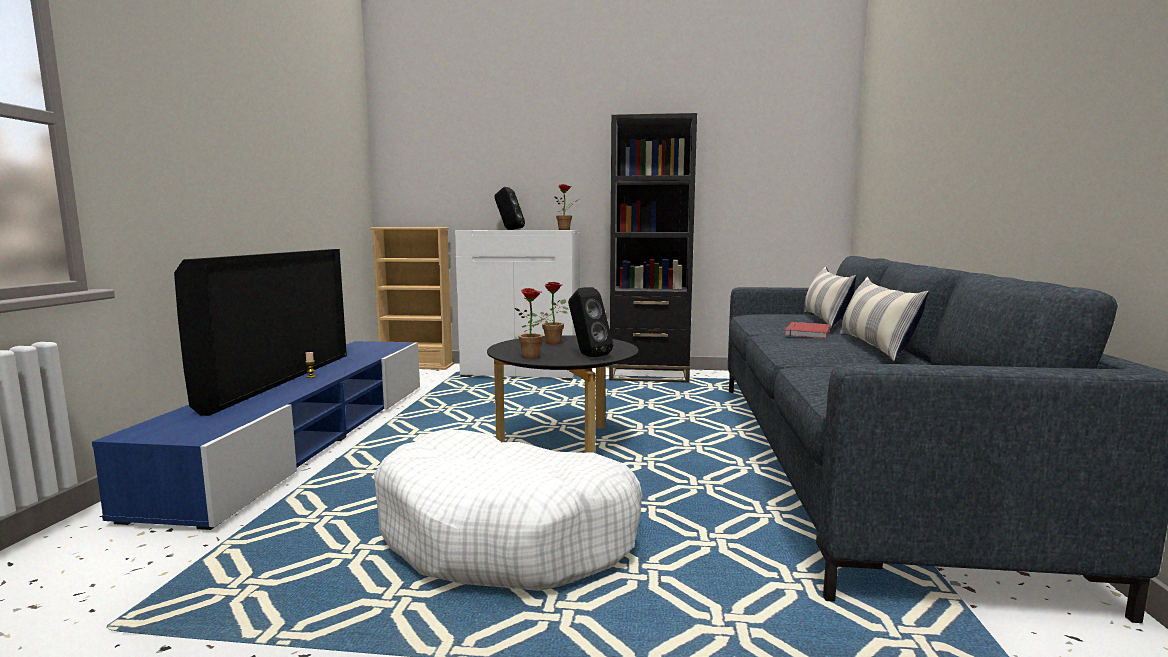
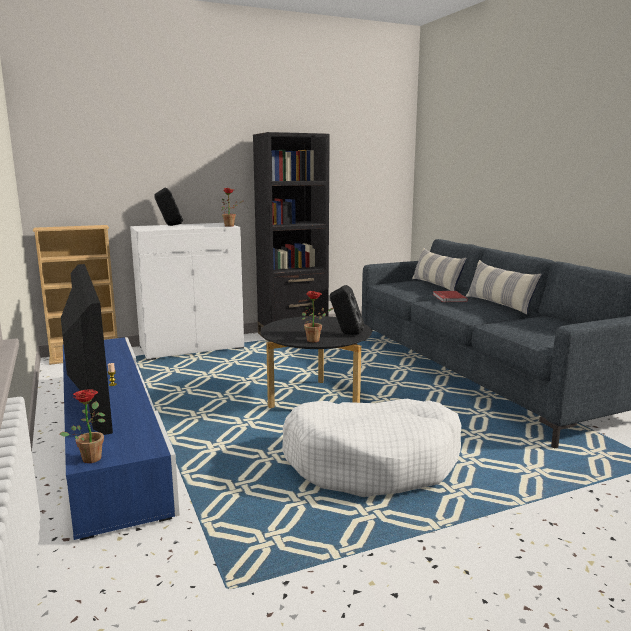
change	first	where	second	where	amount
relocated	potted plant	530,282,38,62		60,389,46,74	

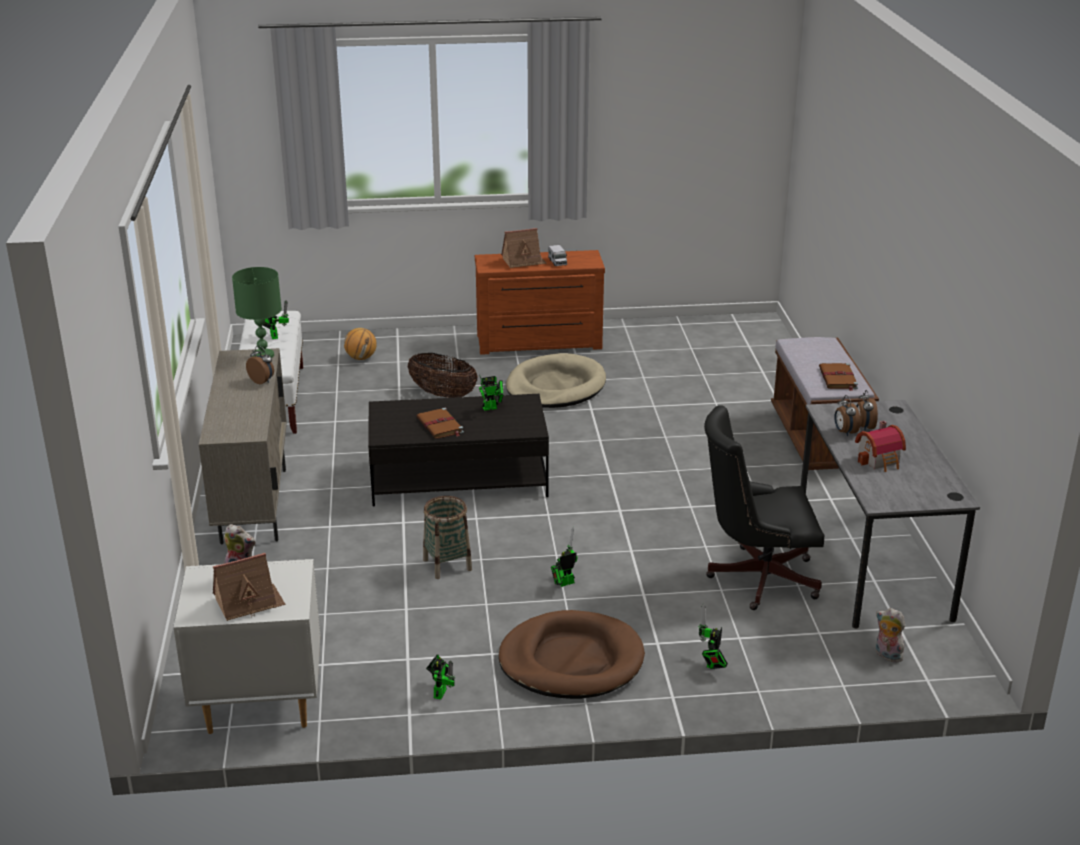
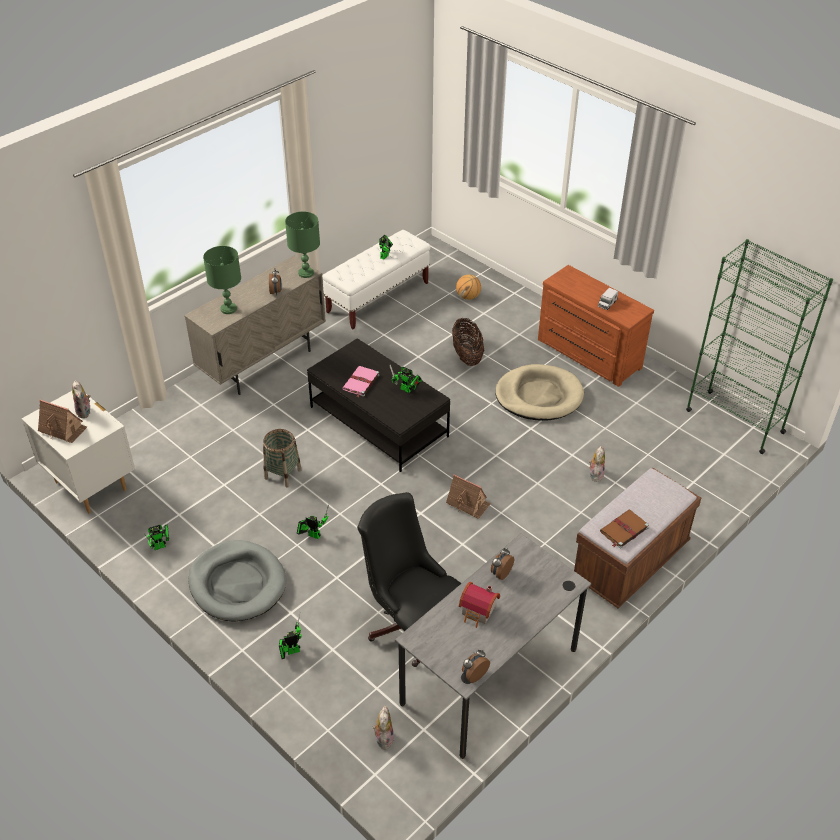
change	first	where	second	where	amount
colour	brown book	416,408,48,31	pink book	342,366,37,31	
colour	brown dog bed	498,610,147,89	grey dog bed	189,540,98,81	
relocated	toy house	501,228,45,40		446,475,45,44	
relocated	alarm clock	856,390,22,40		462,650,28,33	
appeared			green table lamp	203,246,38,68	
appeared			plush toy	589,446,16,36	
appeared			green bookcase	686,239,147,215	

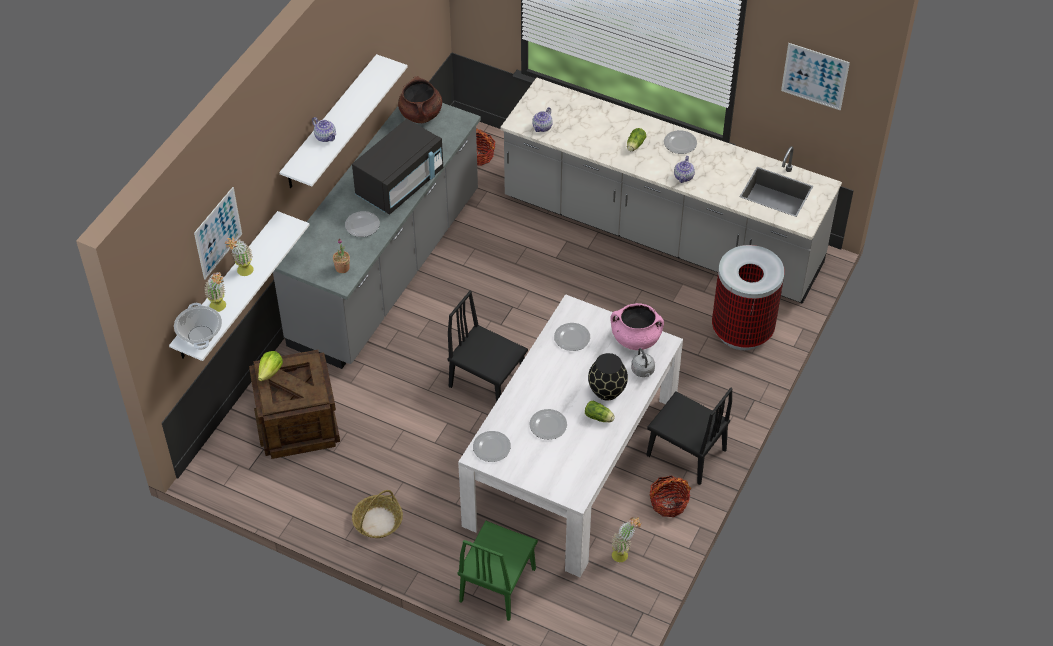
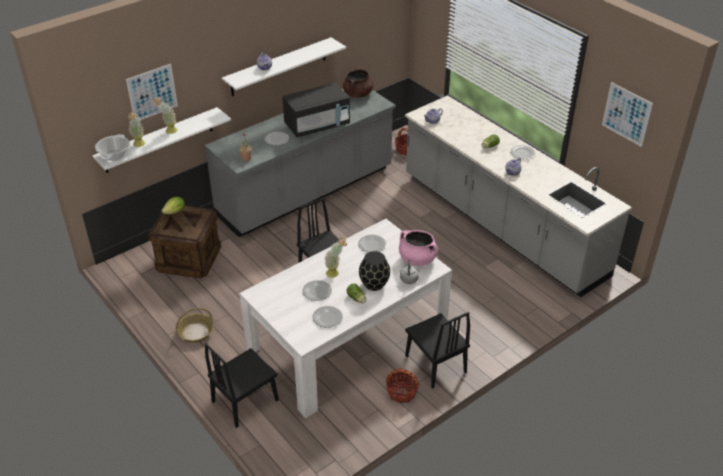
change	first	where	second	where	amount
colour	green chair	457,521,81,100	black chair	205,343,74,85	
relocated	plate	473,431,38,31		312,306,31,22	
relocated	potted plant	611,517,31,45		325,238,22,40	
missing	trash can	712,245,73,105			

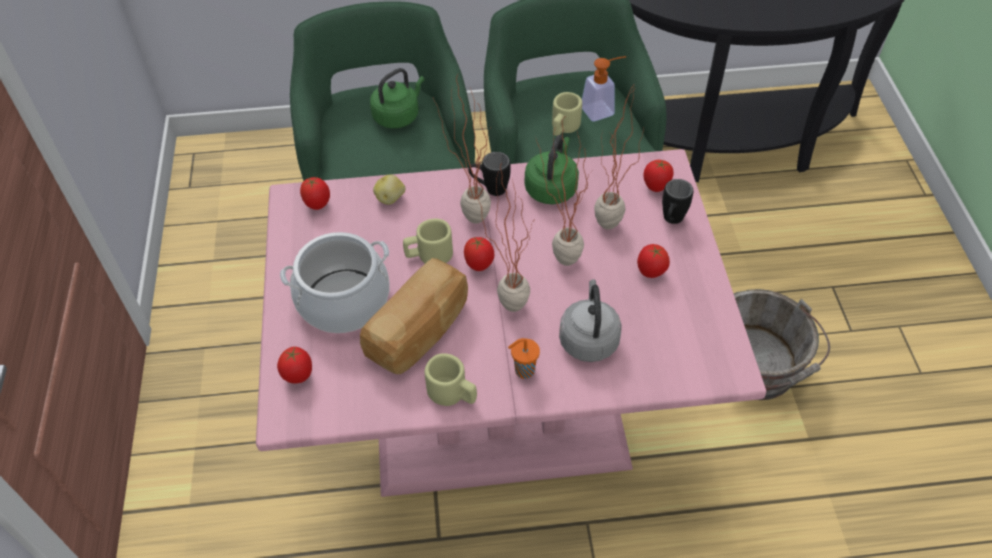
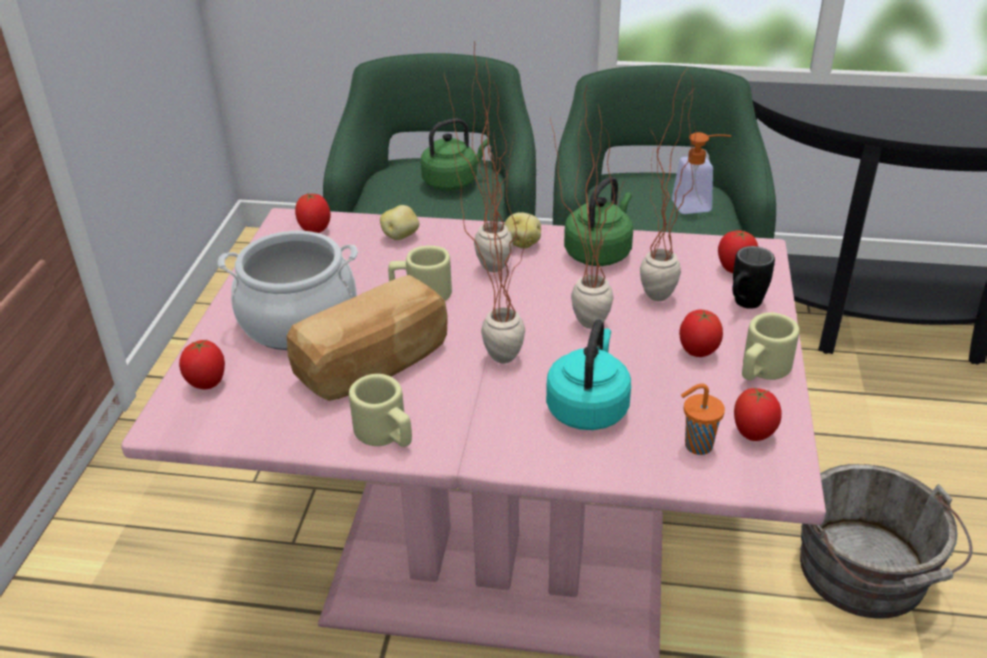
change	first	where	second	where	amount
relocated	tomato	464,237,30,34		734,387,48,54	
exchanged	black mug	468,152,42,44	potato	504,212,37,37	
relocated	orange cup	508,338,32,41		681,384,44,71	
relocated	beige mug	552,92,30,44		742,312,58,68	
colour	grey kettle	559,279,63,83	turquoise kettle	546,320,85,110	

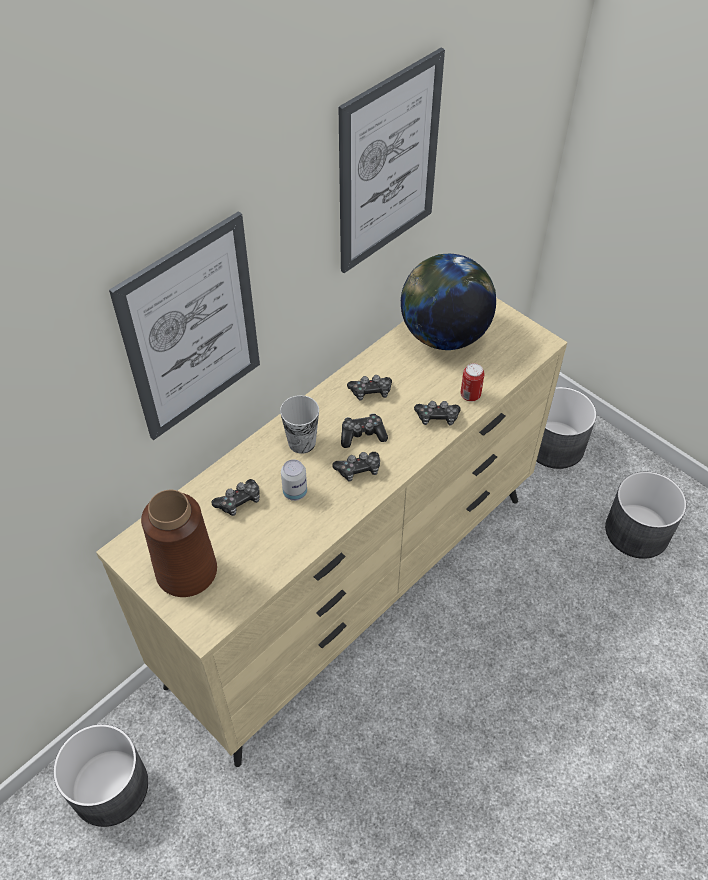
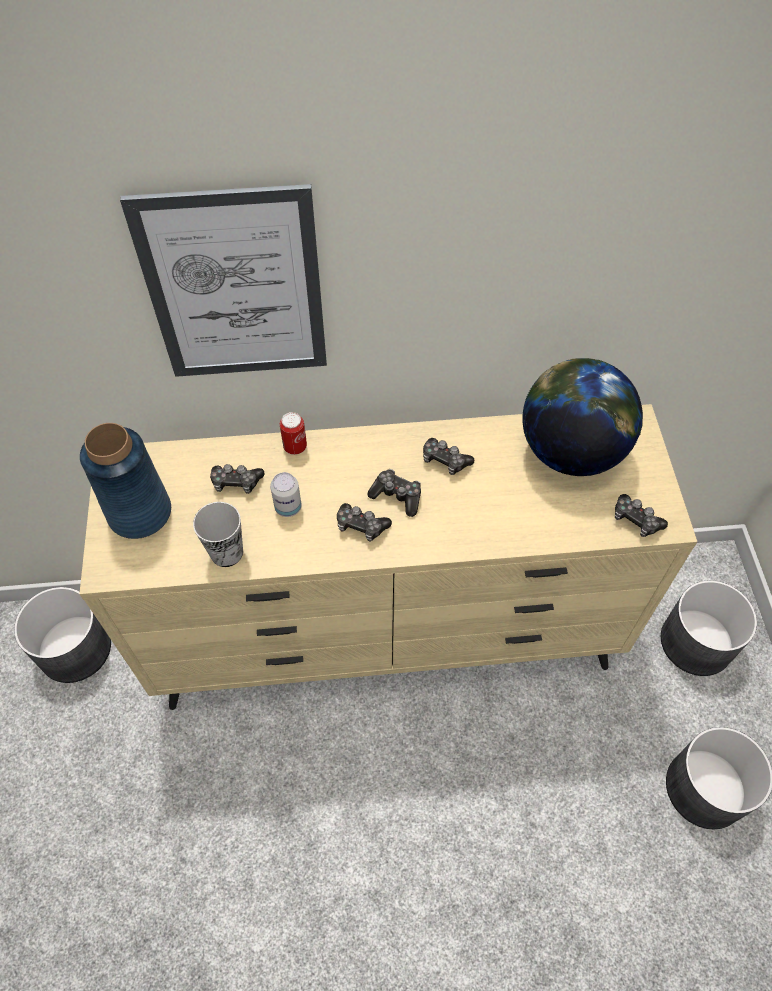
change	first	where	second	where	amount
colour	brown vase	141,490,76,107	blue vase	80,423,91,116	
relocated	cup	280,395,39,59		193,502,50,65	
missing	picture	339,48,106,225			
relocated	game controller	414,401,47,25		615,494,53,43	
relocated	can	460,363,25,39		280,412,27,43	

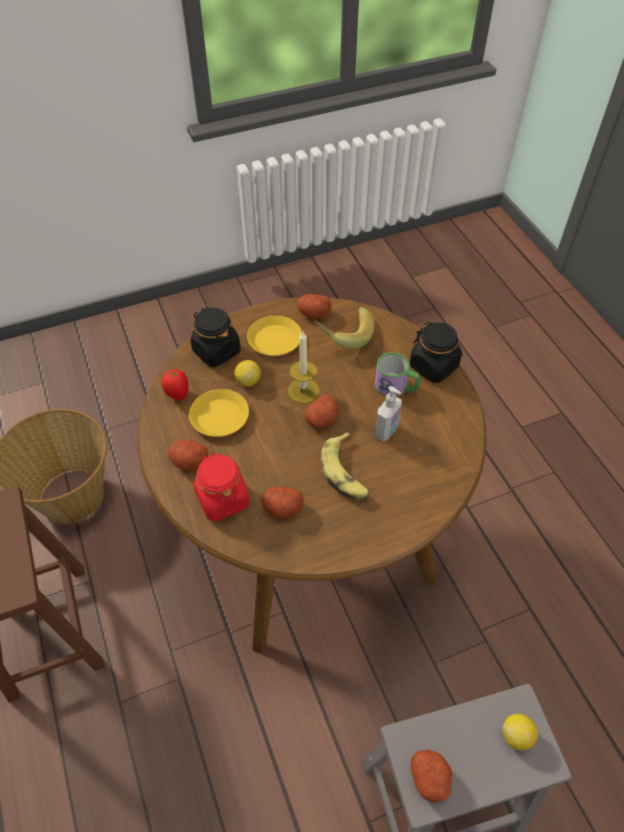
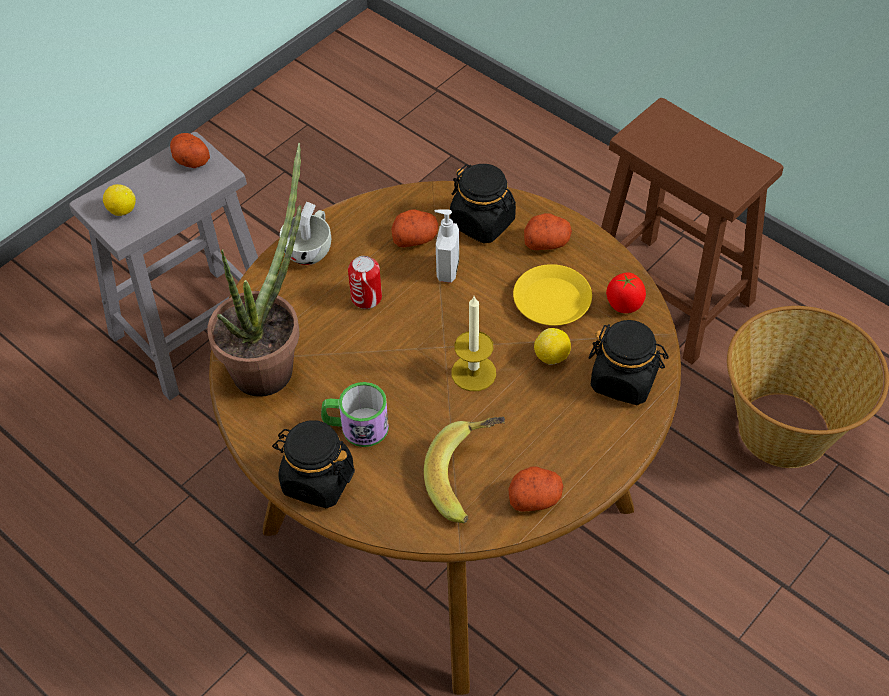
change	first	where	second	where	amount
colour	red jar	193,452,57,69	black jar	450,164,66,79	
missing	yellow plate	247,316,55,40			
missing	potato	305,395,34,33			
exchanged	banana	321,432,49,67	can	348,256,34,53	
relocated	soap dispenser	375,386,27,55		434,209,25,74	
appeared			potted plant	207,143,94,254	
appeared			white cup	280,202,51,63	

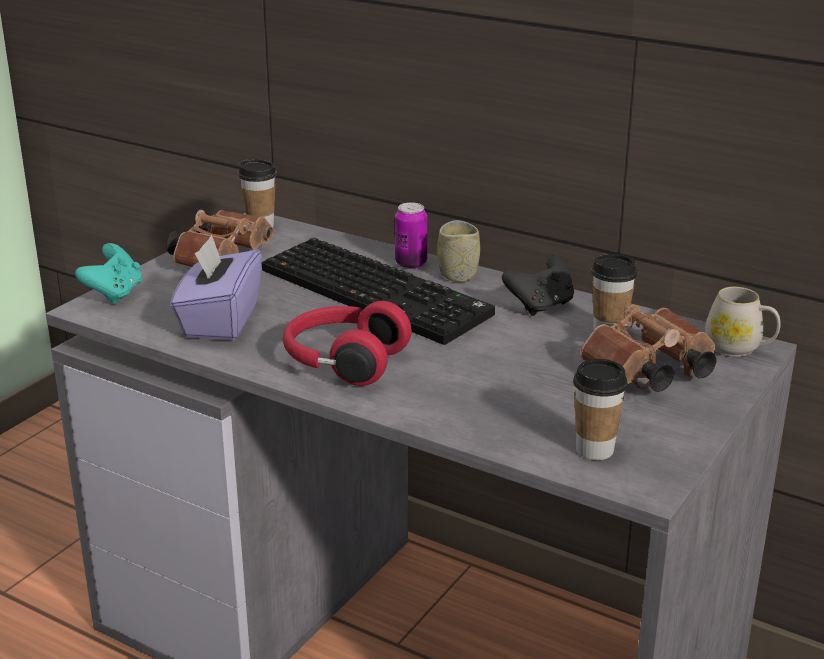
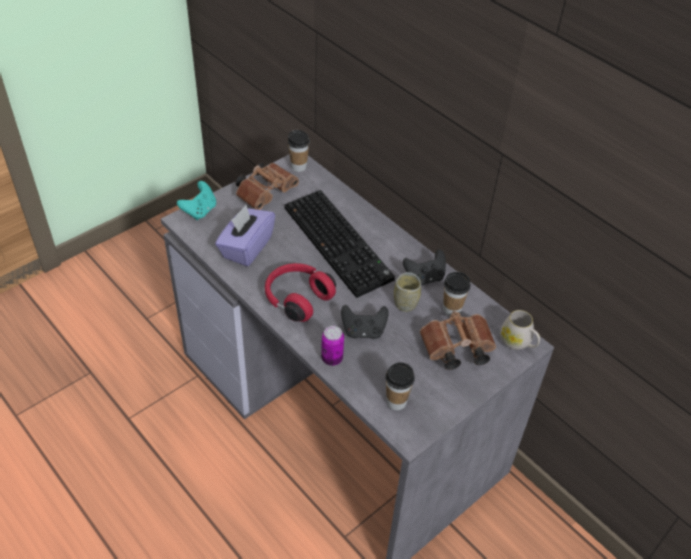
change	first	where	second	where	amount
relocated	can	395,203,32,66		321,326,23,40	
relocated	cup	437,220,43,63		394,272,27,40	
appeared			black game controller	341,305,48,34	

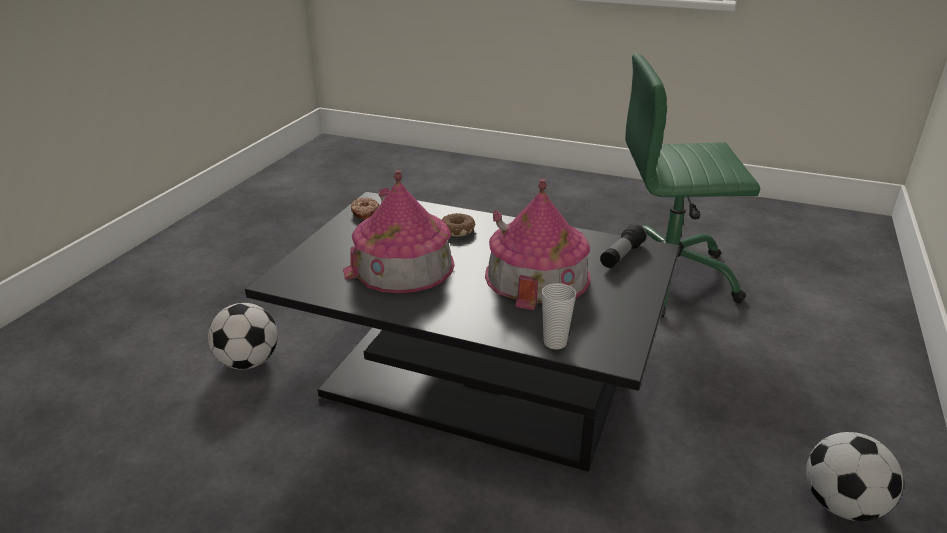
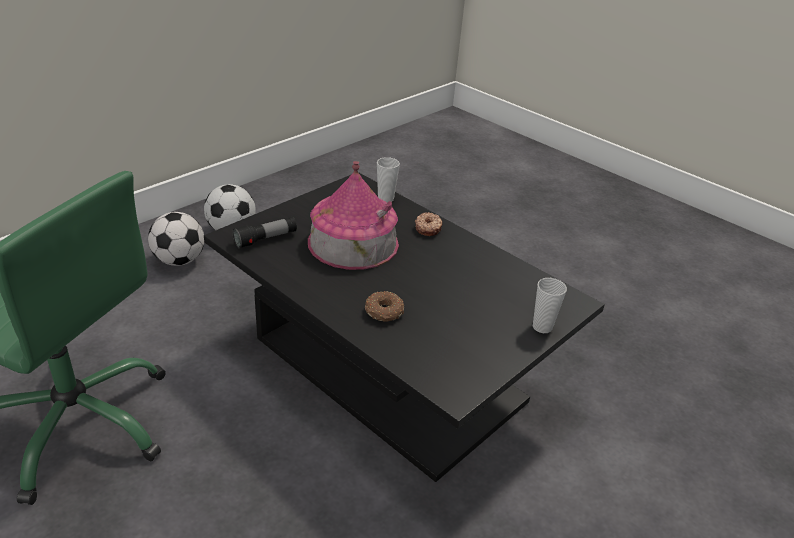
change	first	where	second	where	amount
relocated	football	208,303,70,66		148,212,56,54	
missing	toy house	343,170,112,123			
relocated	donut	351,197,28,23		415,212,27,24	
appeared			cup	533,278,34,55	

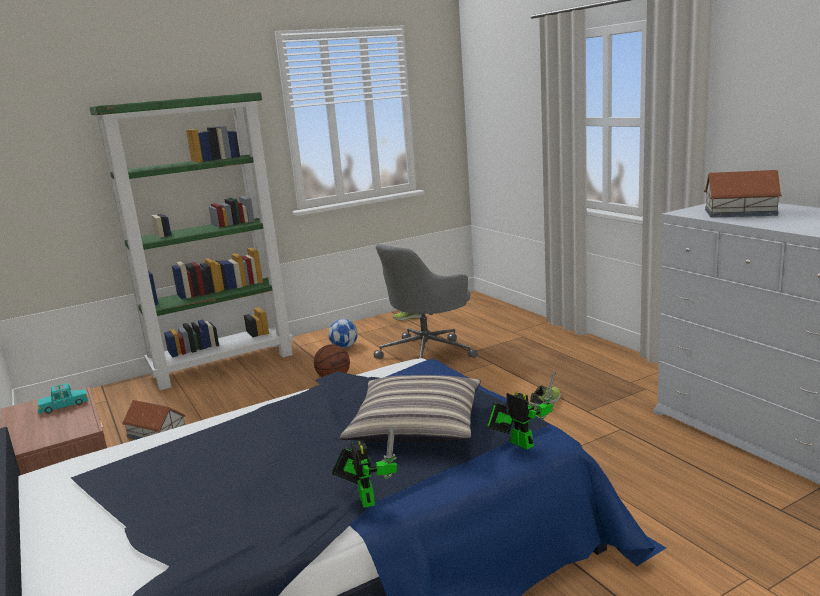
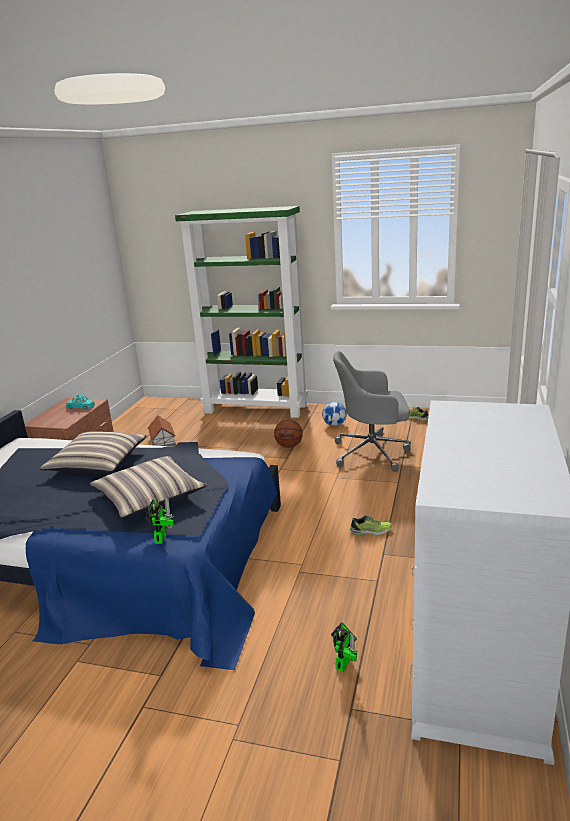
change	first	where	second	where	amount
relocated	toy robot	332,428,65,80		331,622,27,50	
missing	toy house	704,170,78,48			
appeared			pillow	39,431,108,42	

